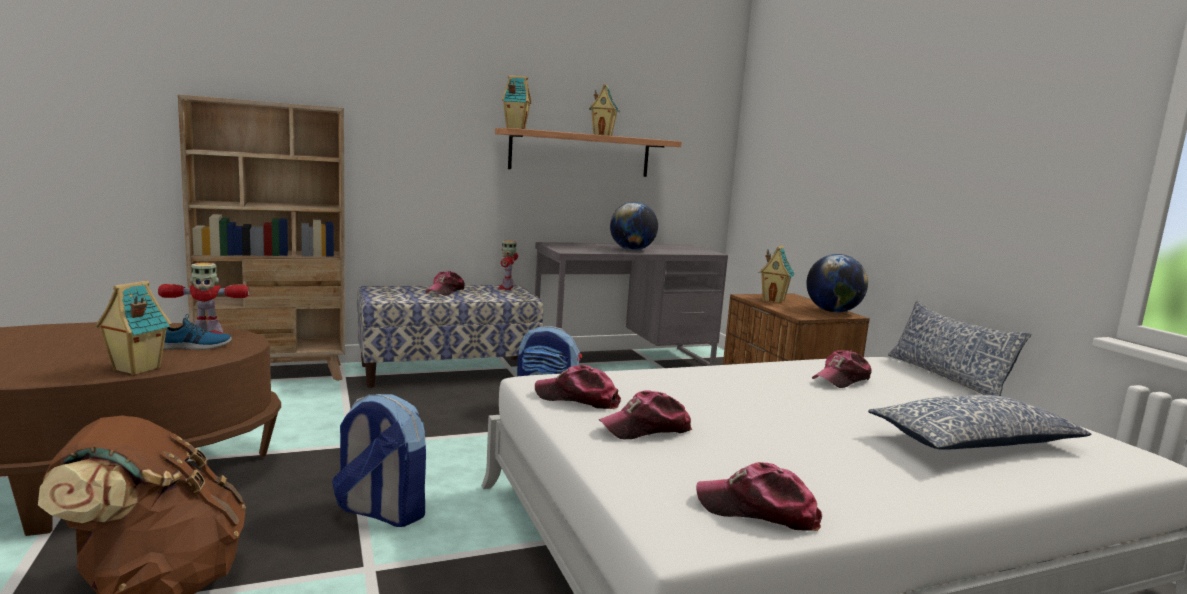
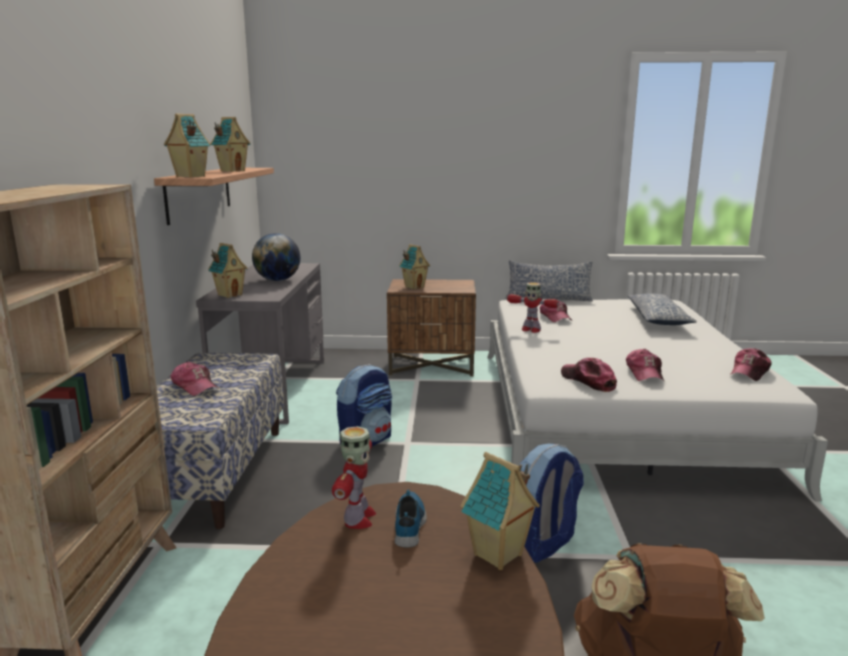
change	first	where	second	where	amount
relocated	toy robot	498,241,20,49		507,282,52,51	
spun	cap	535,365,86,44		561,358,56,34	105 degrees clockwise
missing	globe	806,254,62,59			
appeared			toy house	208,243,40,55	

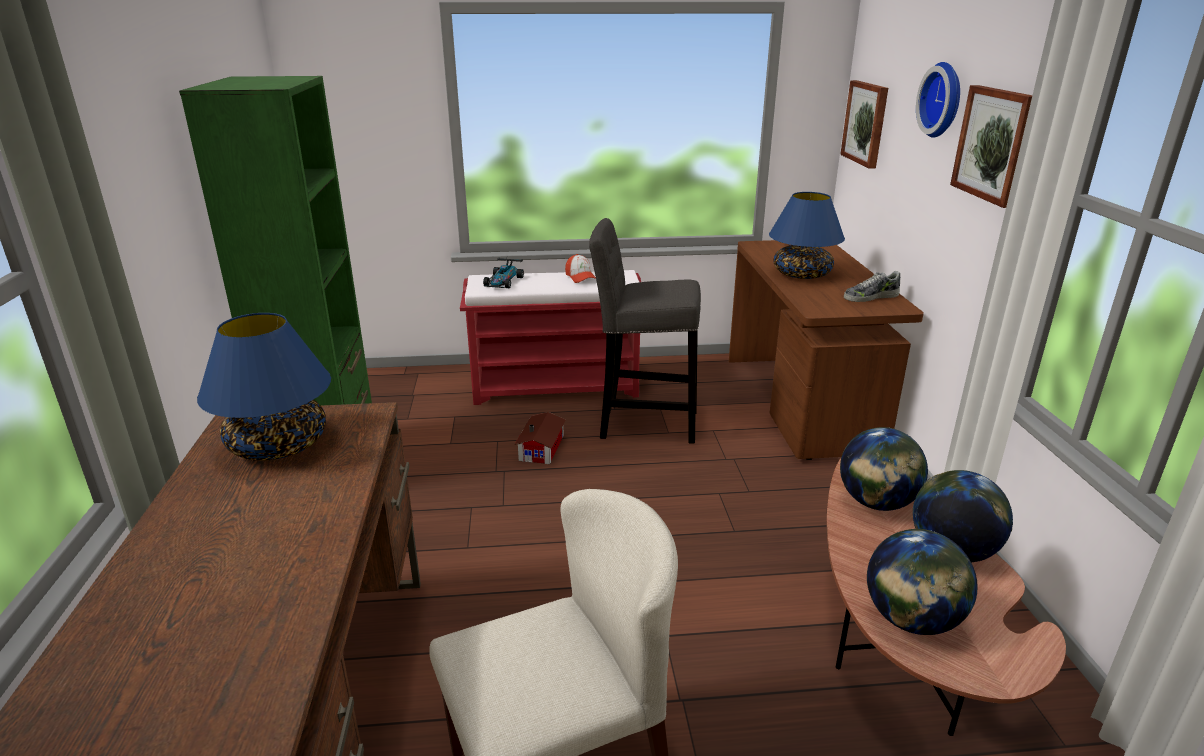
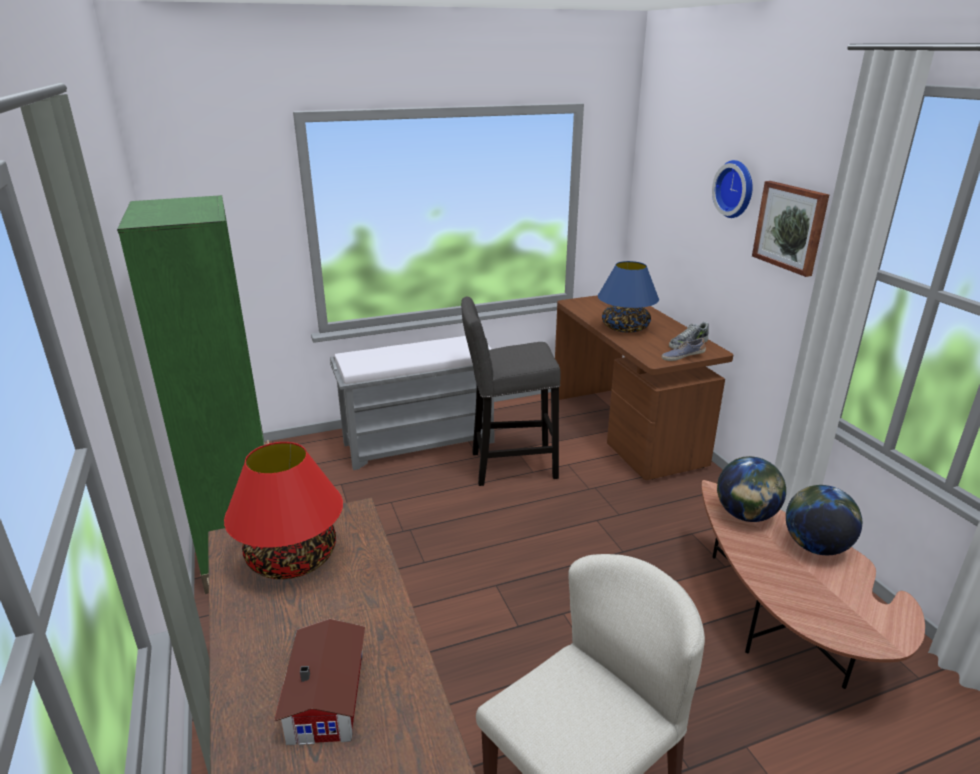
change	first	where	second	where	amount
colour	blue table lamp	197,313,134,148	red table lamp	224,442,119,137	
colour	red bench	460,270,181,135	grey bench	330,336,164,134	
missing	toy car	483,255,41,33			
relocated	toy house	515,412,51,52		274,619,91,126	
missing	cap	565,254,31,29			
missing	picture	840,80,48,89			
missing	globe	867,529,111,106			
appeared			shoe	661,338,45,23	

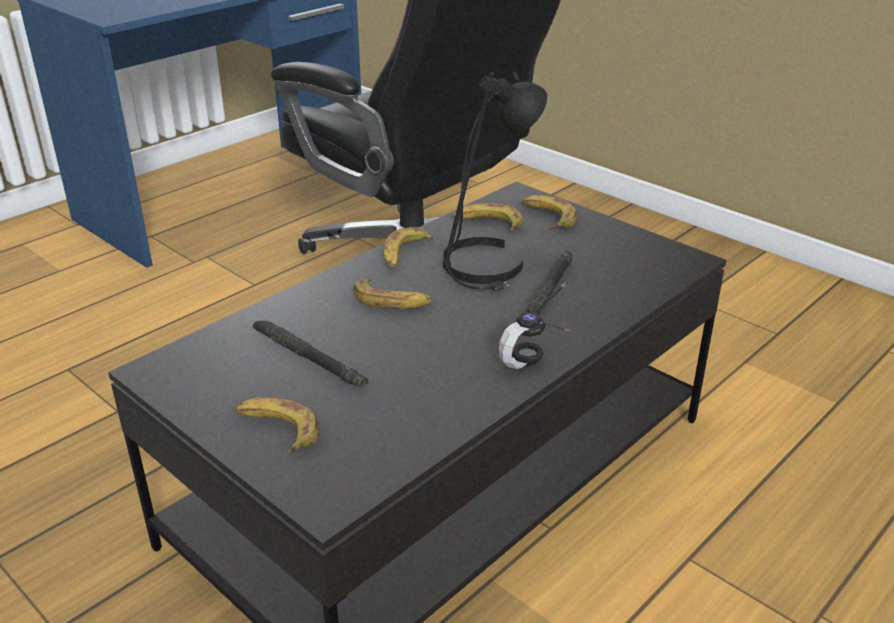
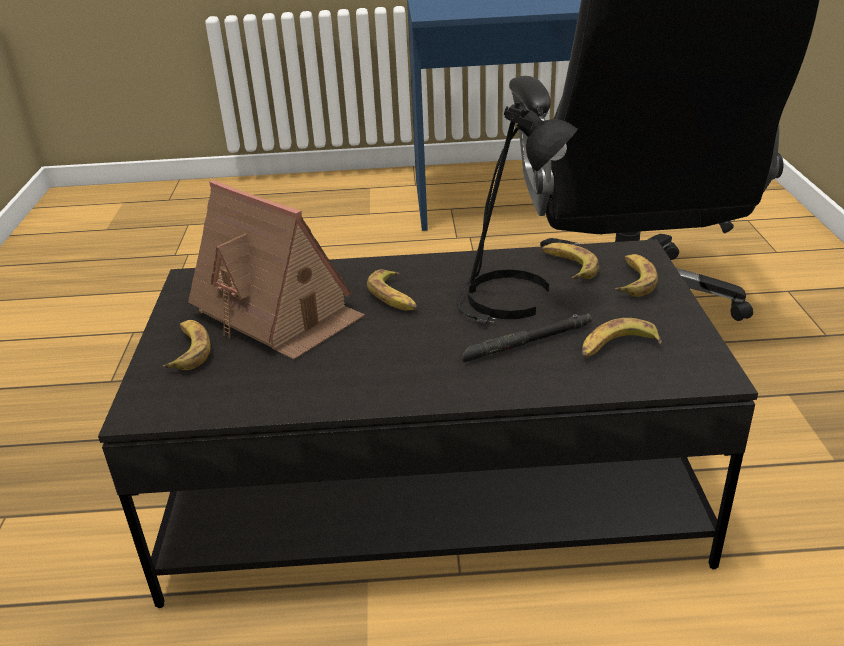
change	first	where	second	where	amount
exchanged	black flashlight	253,320,116,67	toy house	188,180,177,180	
relocated	banana	383,227,51,42		582,318,80,40	
missing	headphones	499,283,71,86			

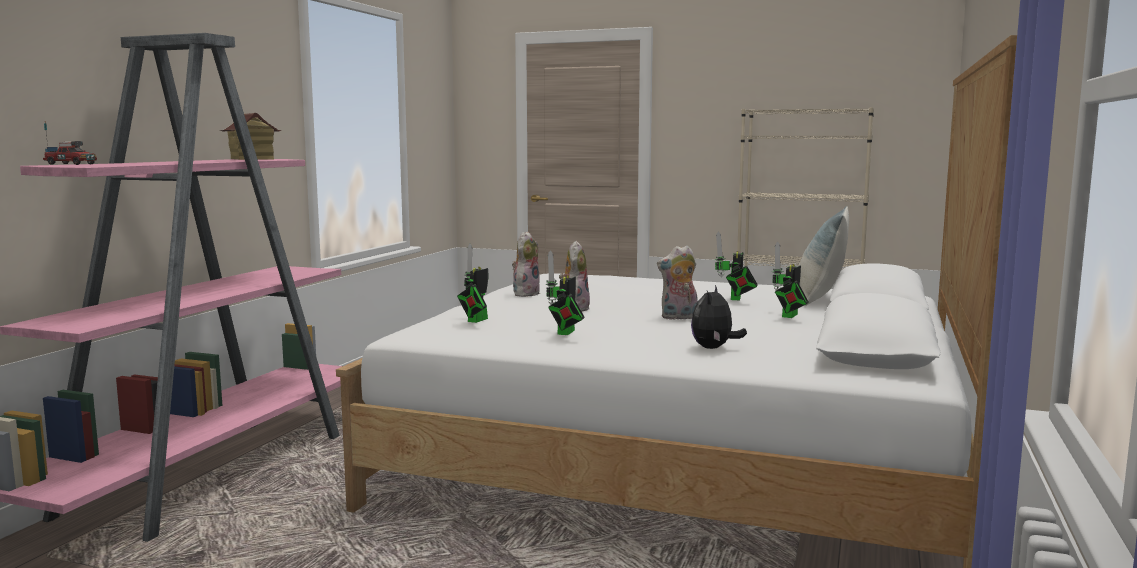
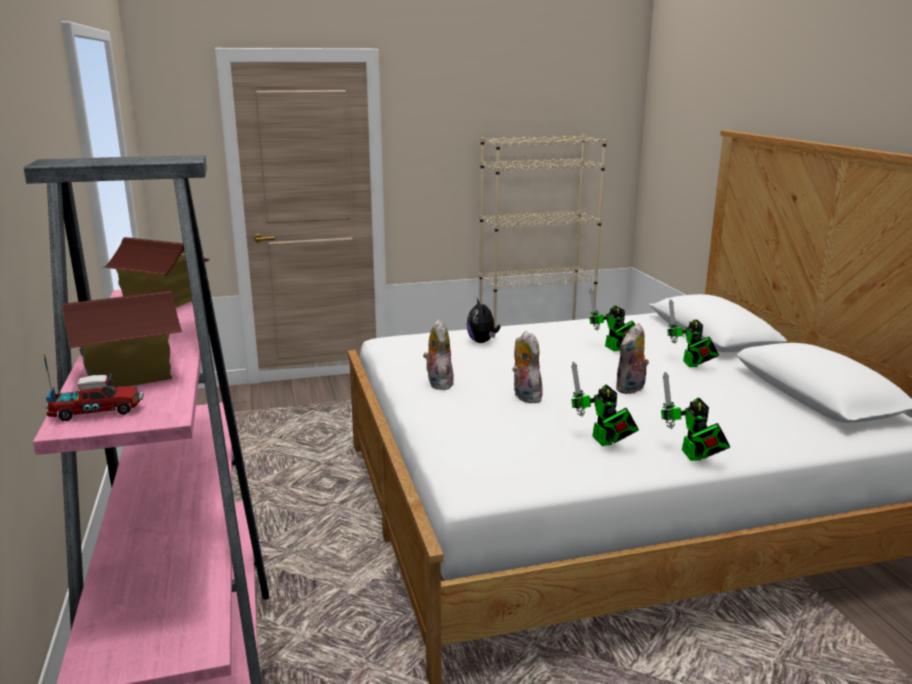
change	first	where	second	where	amount
relocated	toy robot	457,244,31,79		661,372,69,89	
relocated	plush toy	691,285,56,64		467,299,33,44	
missing	pillow	799,206,50,100			
appeared			toy house	62,291,120,96	

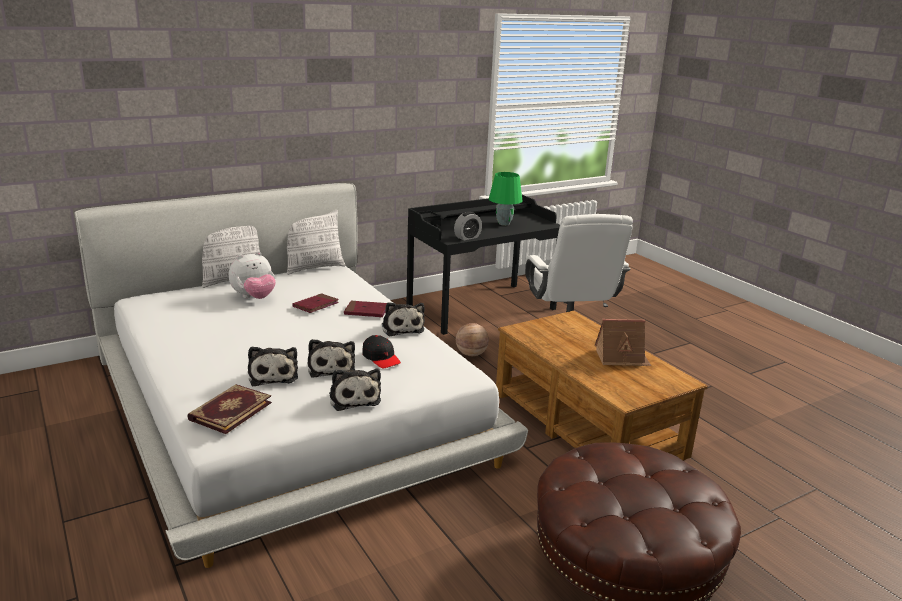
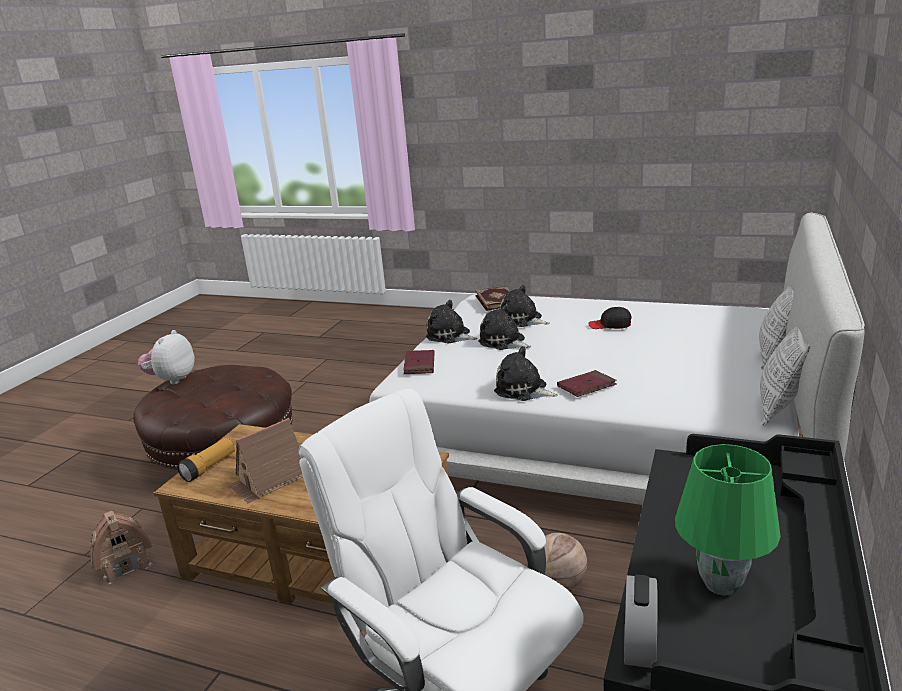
change	first	where	second	where	amount
relocated	plush toy	229,251,47,48		138,330,57,54	
relocated	red book	292,293,47,20		403,350,31,24	
relocated	black cap	362,335,39,33		589,307,43,22	
relocated	alarm clock	454,212,28,28		624,575,33,93	
appeared			toy house	90,511,63,74	
appeared			flashlight	177,438,58,44	

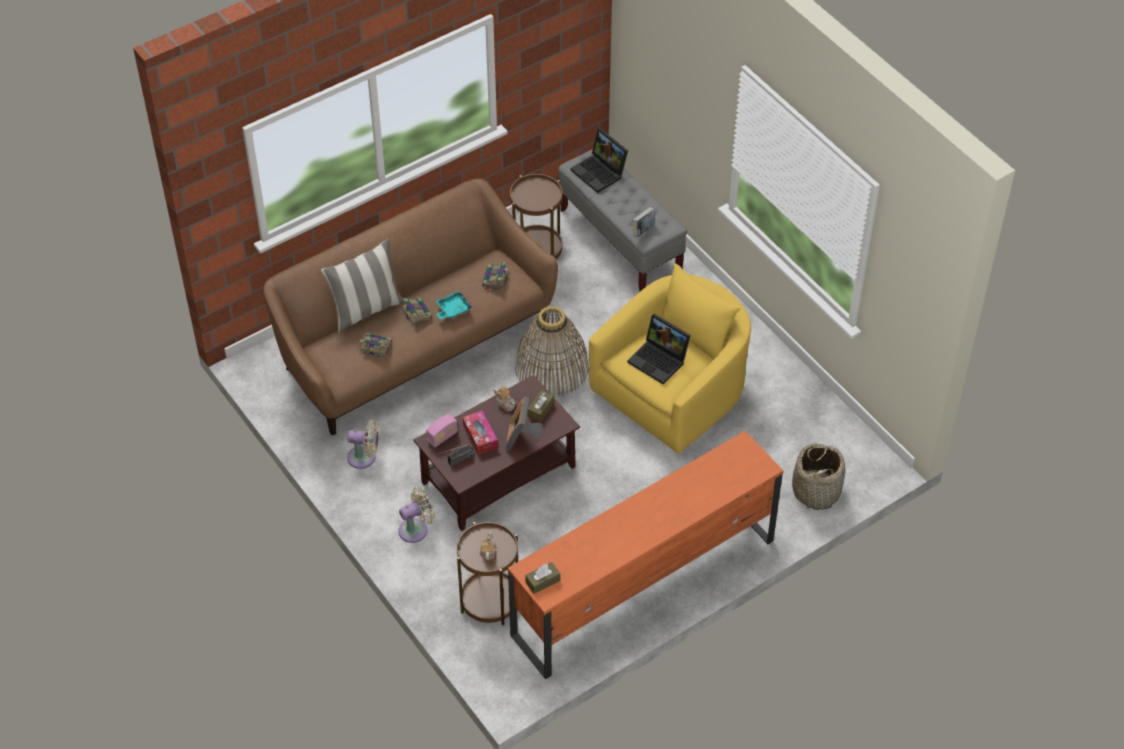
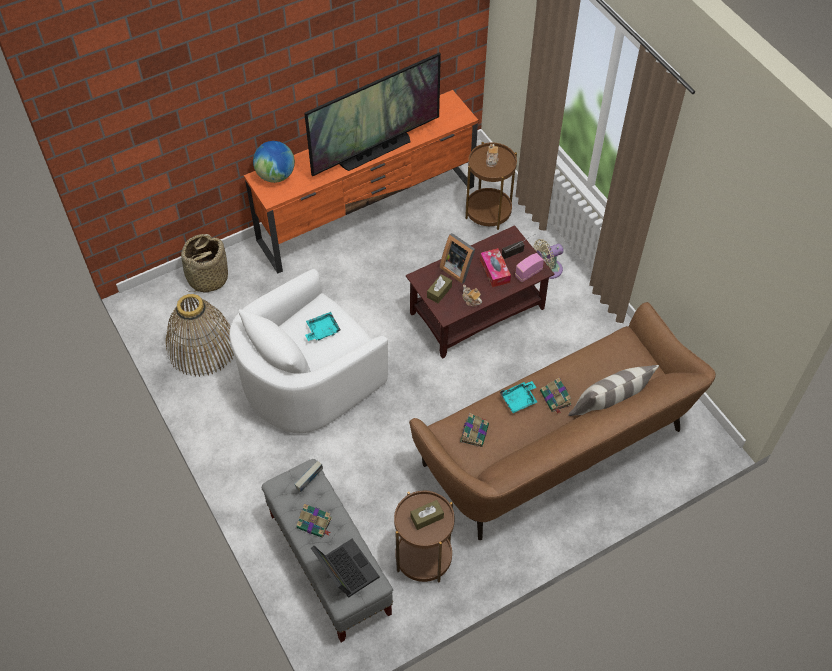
change	first	where	second	where	amount
missing	beige fan	347,419,32,50			
relocated	book	359,333,33,25		297,504,35,33	
spun	picture frame	505,397,39,54		439,233,36,51	120 degrees clockwise
relocated	basket	515,306,74,91		166,294,68,83	
relocated	brown tissue box	525,562,35,32		410,500,34,30	
colour	yellow armchair	589,263,162,190	white armchair	229,269,159,165	
exchanged	laptop	627,314,64,70	turquoise tray	305,312,36,29	
appeared			globe	253,141,42,42	
appeared			television	304,53,137,123	

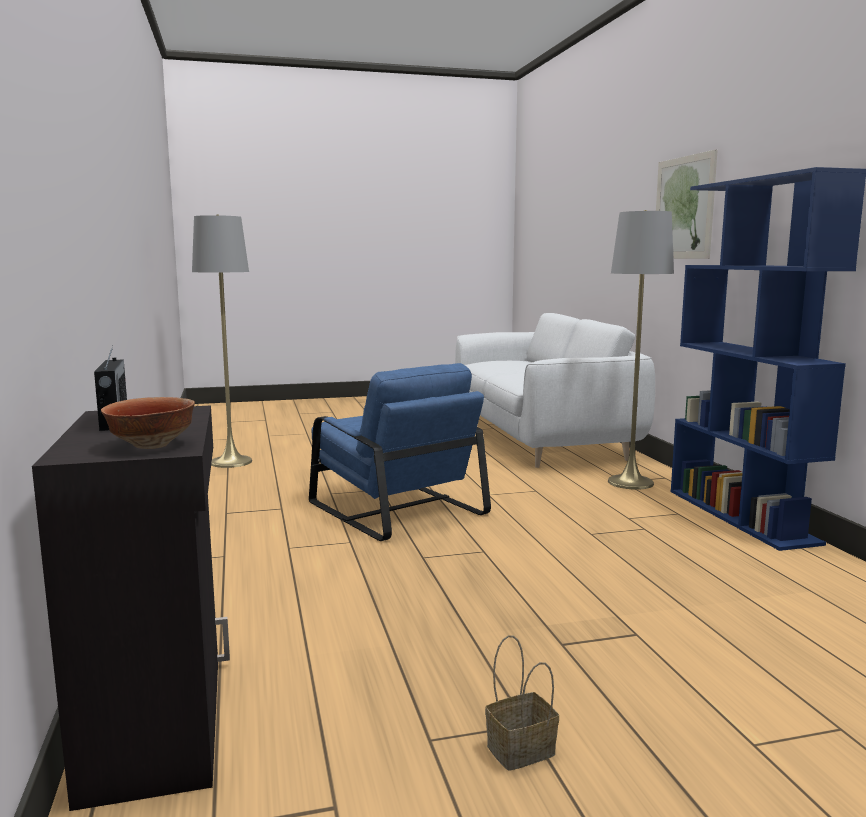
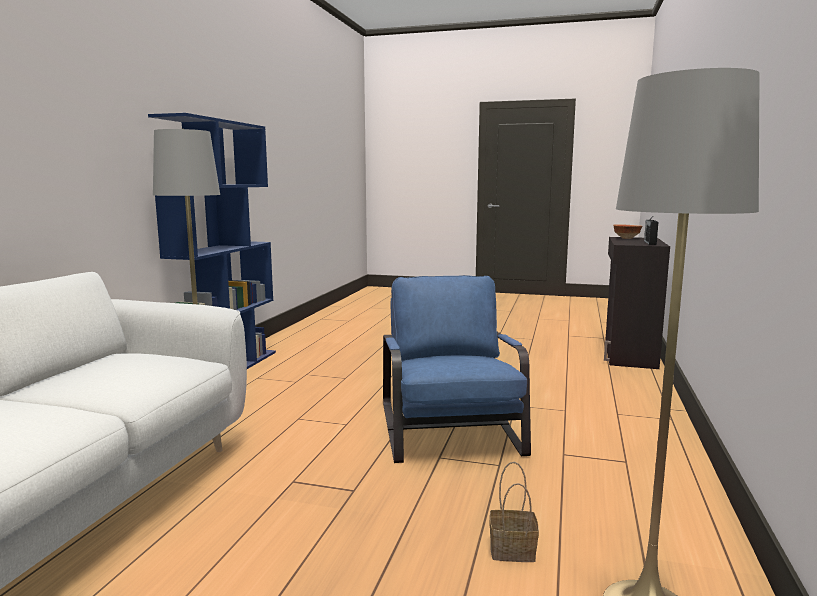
change	first	where	second	where	amount
relocated	basket	485,635,74,136		489,462,50,100	
missing	picture	656,150,62,109			

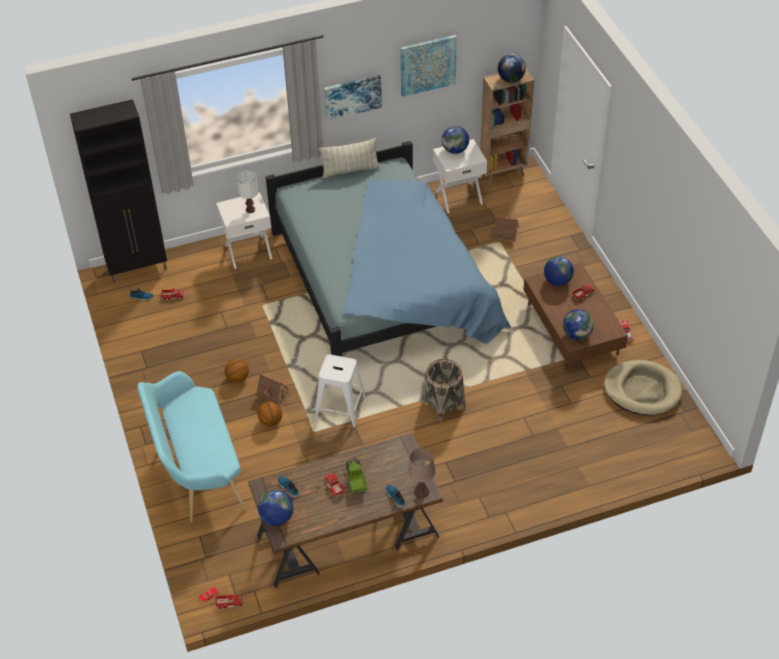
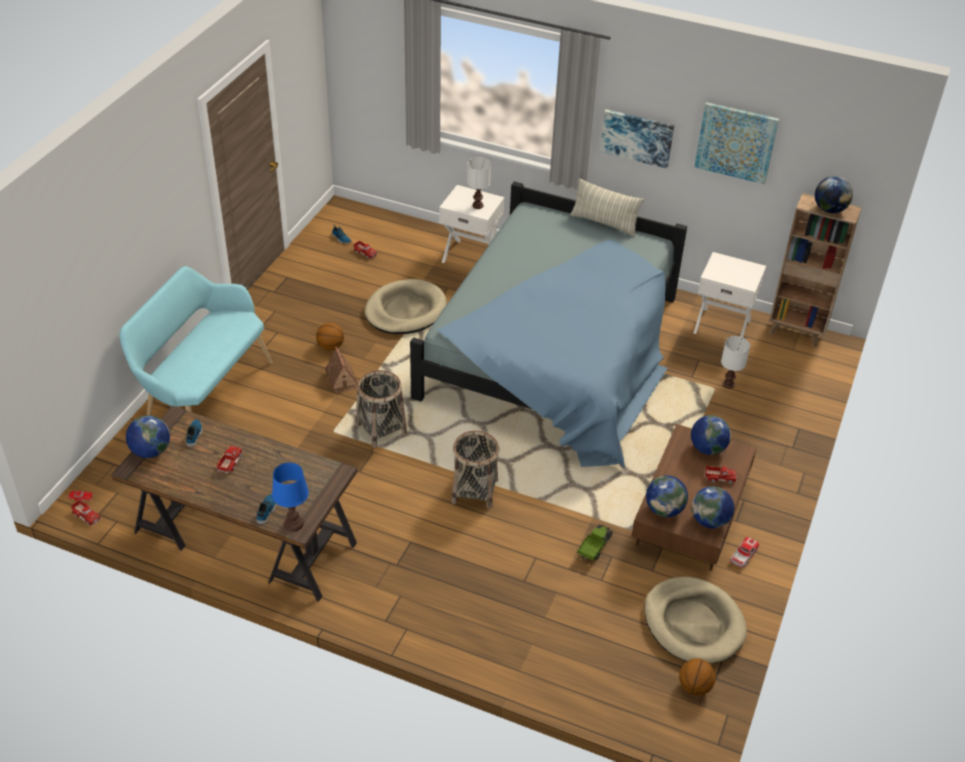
change	first	where	second	where	amount
missing	black cabinet	70,99,97,184			
relocated	basketball	258,401,24,25		679,658,37,38	
exchanged	white stool	315,355,51,73	basket	356,370,51,78	
relocated	toy truck	346,460,21,34		577,525,36,36	
colour	brown table lamp	407,448,29,50	blue table lamp	272,463,37,69	
relocated	globe	442,126,27,28		692,486,42,43	
exchanged	toy house	489,216,30,26	white table lamp	721,336,29,53	
appeared			beige dog bed	365,279,82,55	

